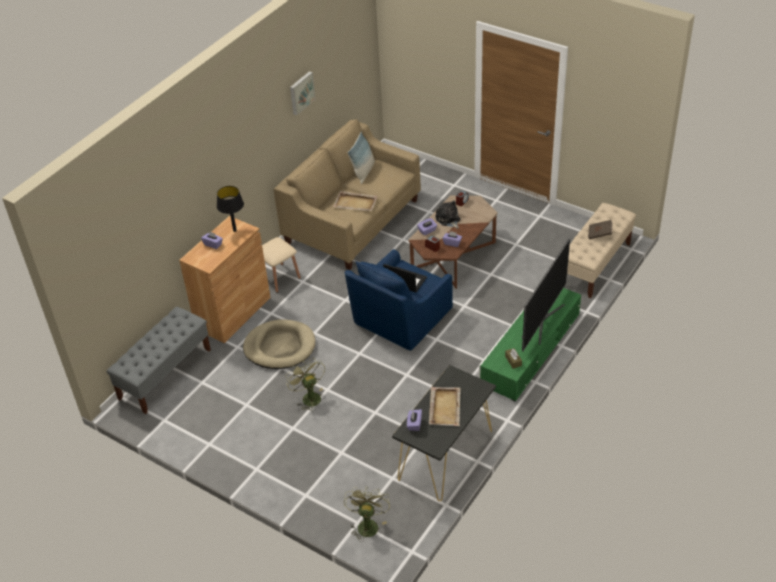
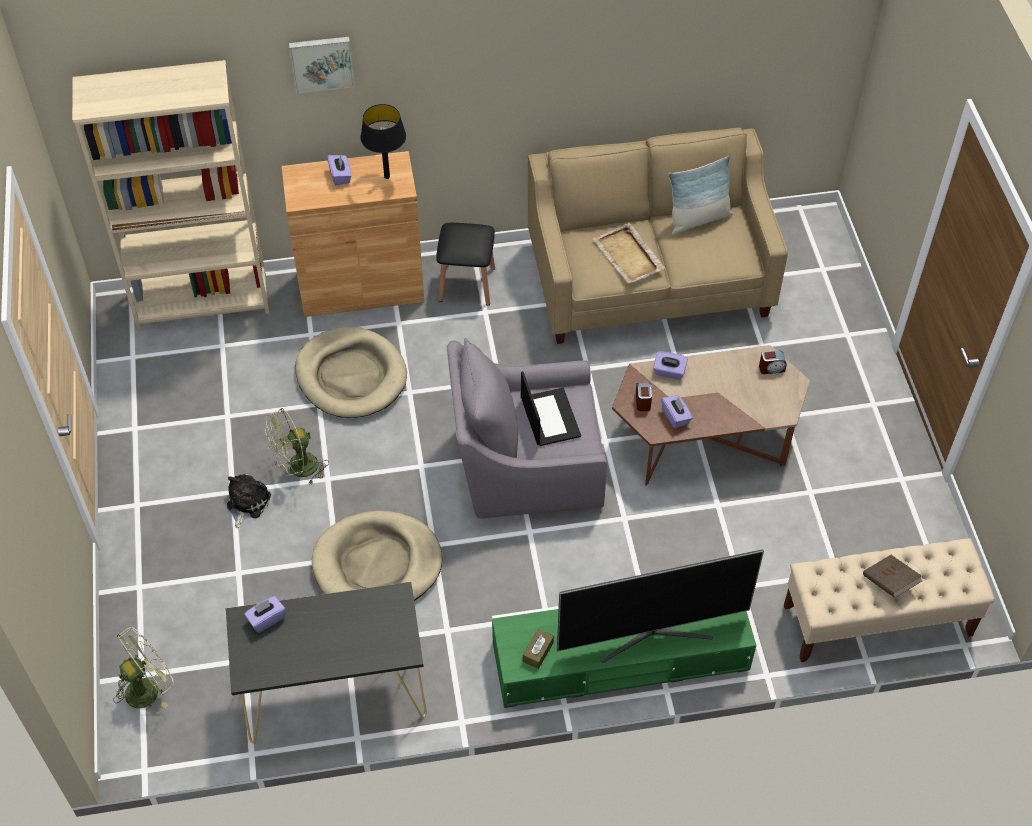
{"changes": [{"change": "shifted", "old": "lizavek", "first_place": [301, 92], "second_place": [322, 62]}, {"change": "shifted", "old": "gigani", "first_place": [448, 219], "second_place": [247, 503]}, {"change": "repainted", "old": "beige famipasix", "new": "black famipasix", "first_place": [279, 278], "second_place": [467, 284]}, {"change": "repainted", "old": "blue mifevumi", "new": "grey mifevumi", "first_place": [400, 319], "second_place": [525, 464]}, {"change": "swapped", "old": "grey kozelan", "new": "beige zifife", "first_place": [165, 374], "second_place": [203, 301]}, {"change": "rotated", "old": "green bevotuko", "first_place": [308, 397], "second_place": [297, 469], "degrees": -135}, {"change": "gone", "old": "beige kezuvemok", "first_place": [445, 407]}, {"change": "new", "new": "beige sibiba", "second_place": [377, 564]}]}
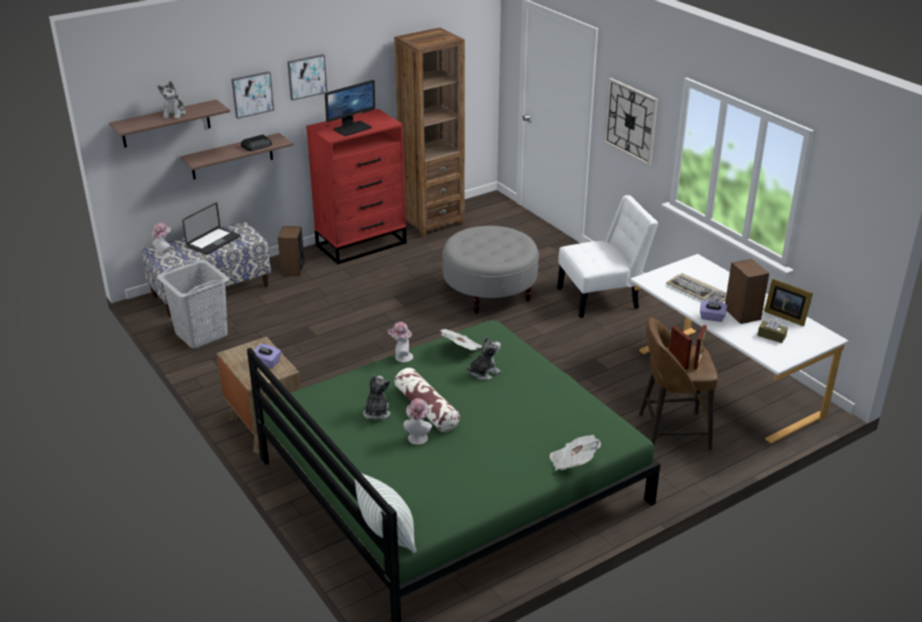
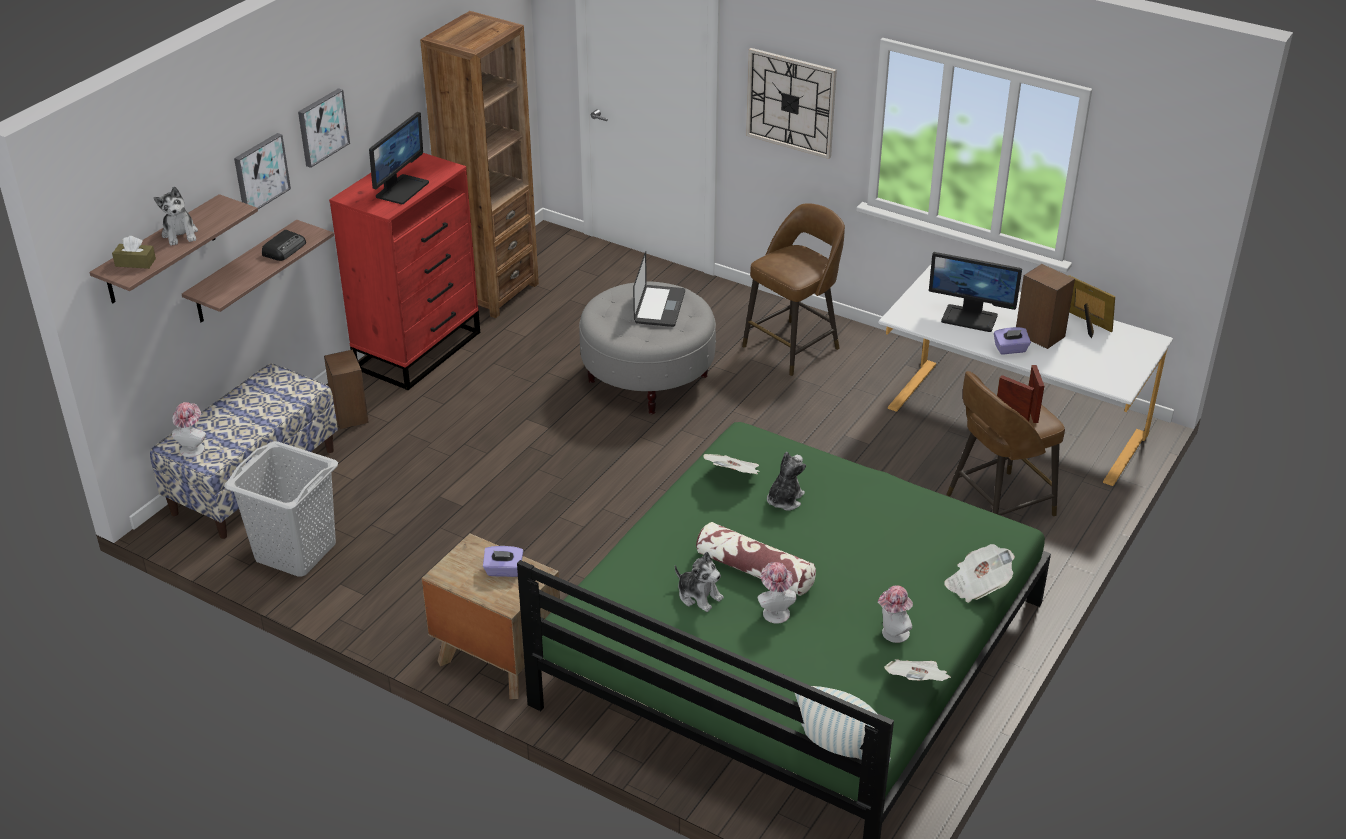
{"changes": [{"change": "swapped", "old": "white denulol", "new": "brown famipasix", "first_place": [602, 297], "second_place": [793, 346]}, {"change": "shifted", "old": "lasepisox", "first_place": [213, 242], "second_place": [659, 307]}, {"change": "swapped", "old": "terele", "new": "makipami", "first_place": [698, 291], "second_place": [970, 318]}, {"change": "rotated", "old": "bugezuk", "first_place": [784, 315], "second_place": [1086, 324], "degrees": -150}, {"change": "shifted", "old": "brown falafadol", "first_place": [771, 336], "second_place": [135, 262]}, {"change": "shifted", "old": "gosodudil", "first_place": [401, 357], "second_place": [892, 634]}, {"change": "rotated", "old": "gigani", "first_place": [376, 413], "second_place": [699, 596], "degrees": 150}, {"change": "new", "new": "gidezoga", "second_place": [916, 682]}]}
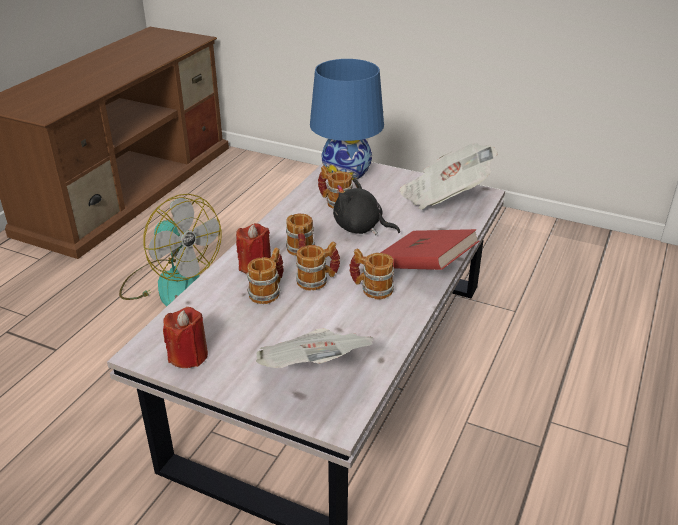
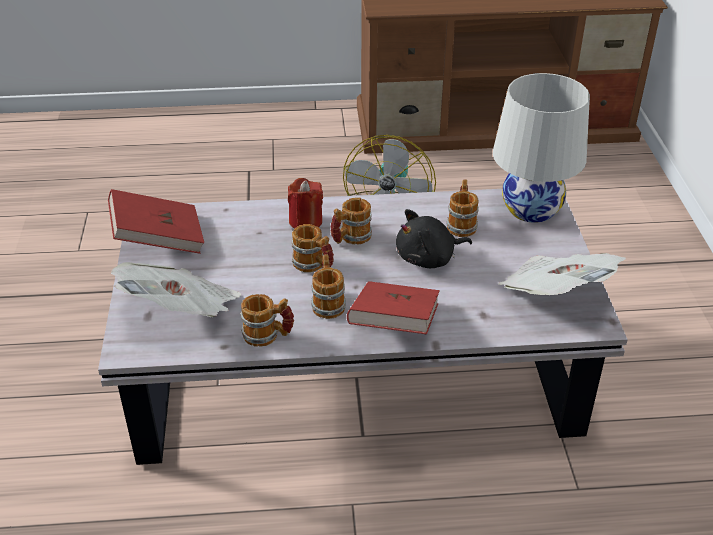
{"changes": [{"change": "repainted", "old": "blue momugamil", "new": "white momugamil", "first_place": [346, 171], "second_place": [532, 209]}, {"change": "rotated", "old": "black gigani", "first_place": [361, 228], "second_place": [428, 258], "degrees": -105}, {"change": "shifted", "old": "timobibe", "first_place": [268, 291], "second_place": [268, 335]}, {"change": "swapped", "old": "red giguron", "new": "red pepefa", "first_place": [188, 356], "second_place": [158, 239]}]}
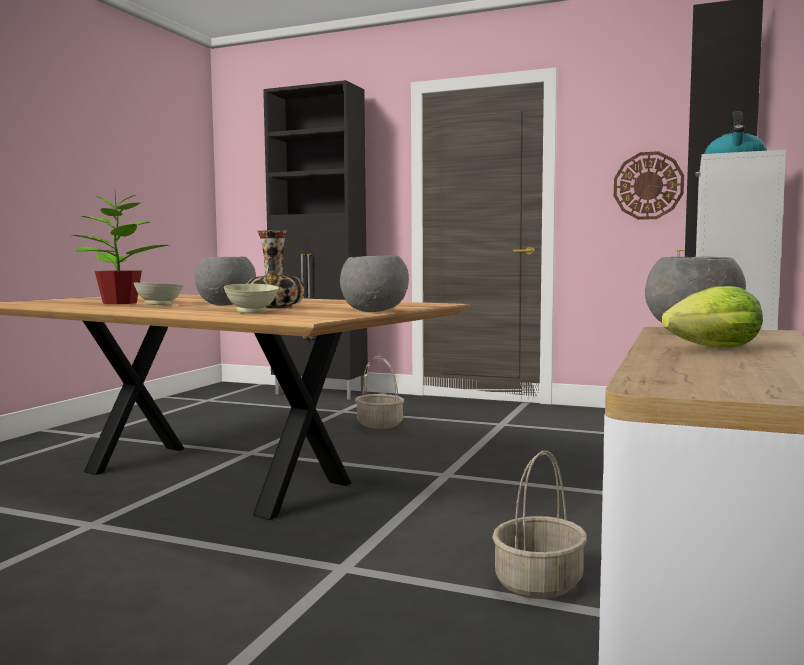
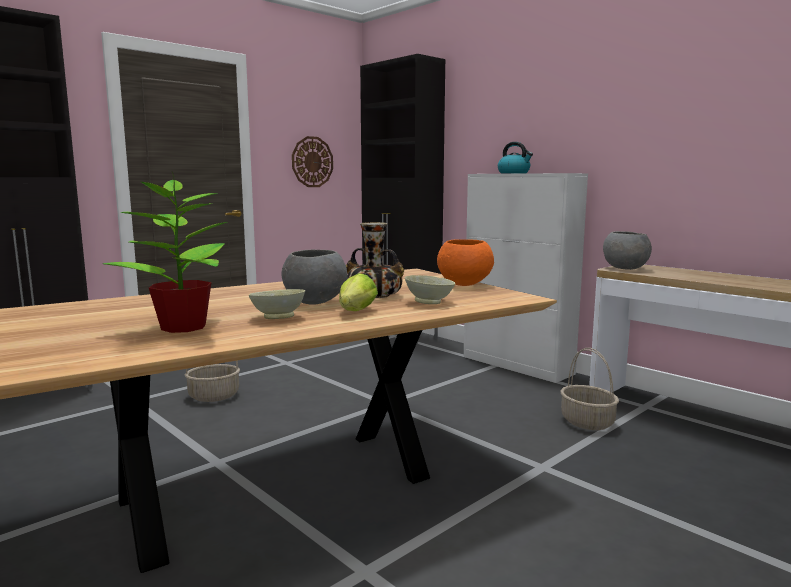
{"changes": [{"change": "repainted", "old": "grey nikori", "new": "orange nikori", "first_place": [375, 311], "second_place": [464, 284]}, {"change": "shifted", "old": "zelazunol", "first_place": [709, 349], "second_place": [355, 312]}]}
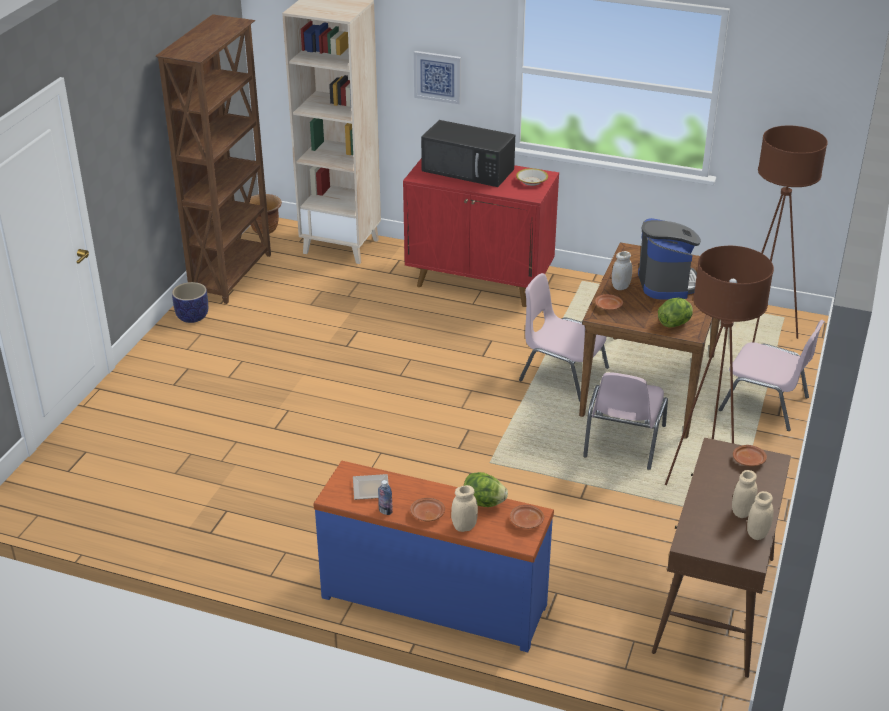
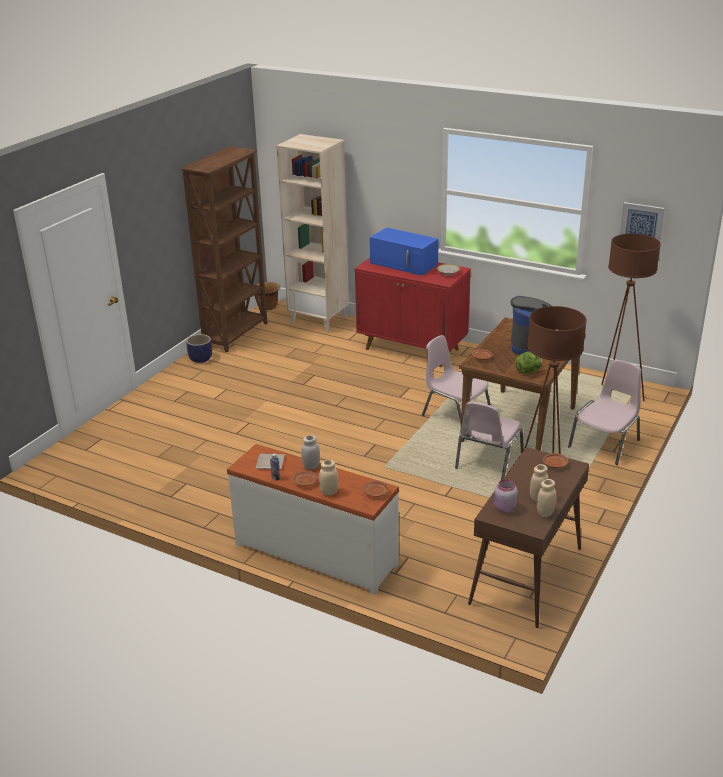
{"changes": [{"change": "shifted", "old": "lizavek", "first_place": [437, 76], "second_place": [641, 224]}, {"change": "repainted", "old": "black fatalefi", "new": "blue fatalefi", "first_place": [469, 170], "second_place": [405, 264]}, {"change": "shifted", "old": "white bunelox", "first_place": [620, 287], "second_place": [311, 466]}, {"change": "rotated", "old": "pink denulol", "first_place": [765, 404], "second_place": [605, 443], "degrees": -90}, {"change": "repainted", "old": "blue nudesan", "new": "white nudesan", "first_place": [434, 599], "second_place": [316, 553]}, {"change": "gone", "old": "zelazunol", "first_place": [483, 503]}, {"change": "new", "new": "pink bunelox", "second_place": [504, 508]}]}
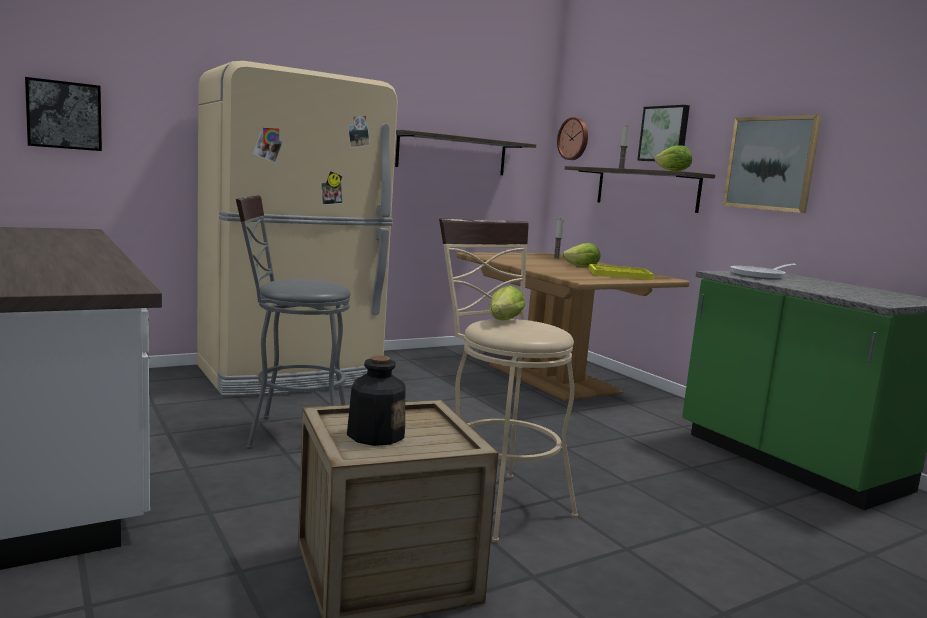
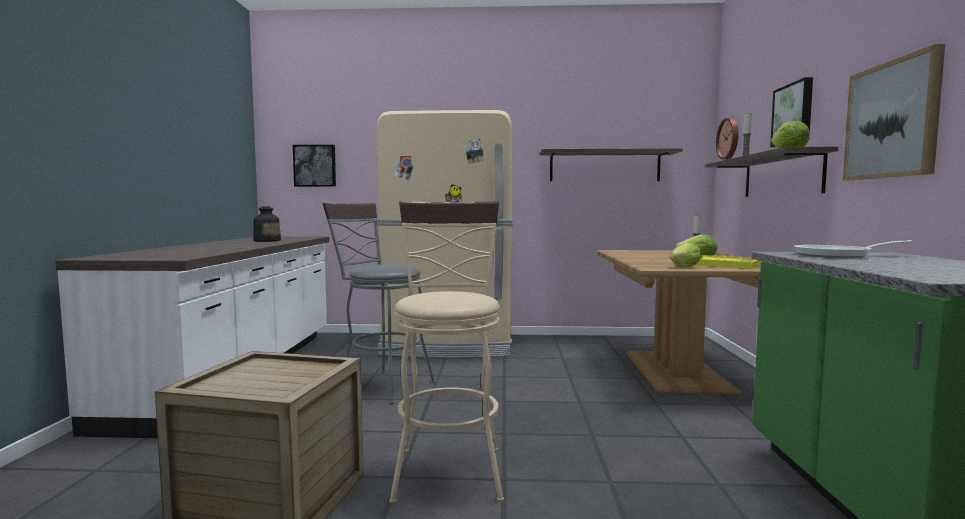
{"changes": [{"change": "shifted", "old": "zelazunol", "first_place": [503, 321], "second_place": [683, 267]}, {"change": "shifted", "old": "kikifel", "first_place": [375, 435], "second_place": [267, 241]}]}
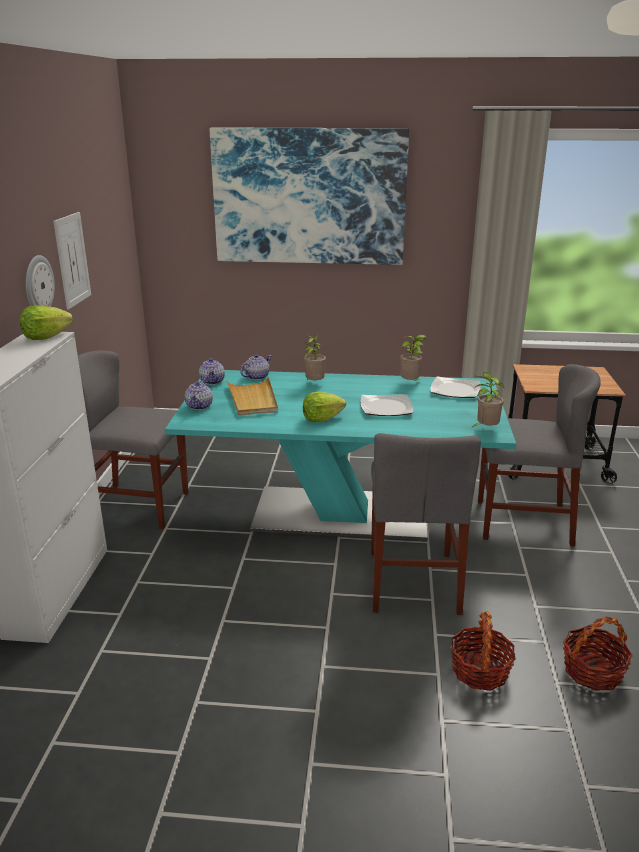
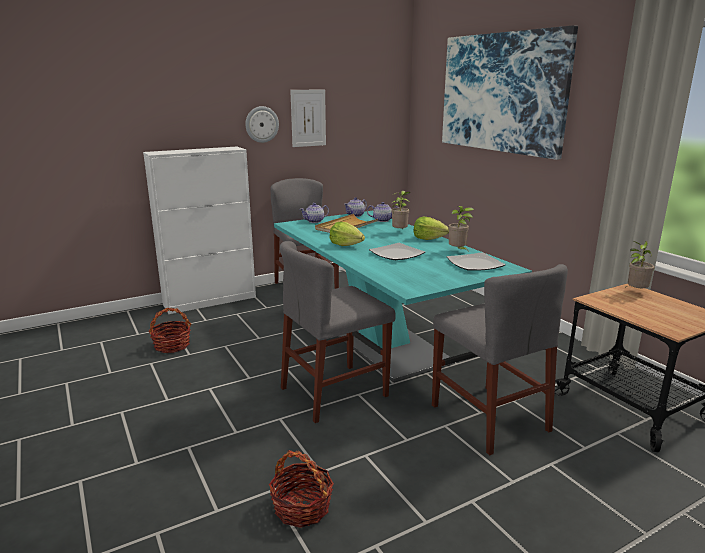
{"changes": [{"change": "shifted", "old": "zelazunol", "first_place": [46, 337], "second_place": [428, 238]}, {"change": "shifted", "old": "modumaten", "first_place": [485, 429], "second_place": [635, 292]}, {"change": "shifted", "old": "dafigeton", "first_place": [480, 671], "second_place": [172, 345]}]}
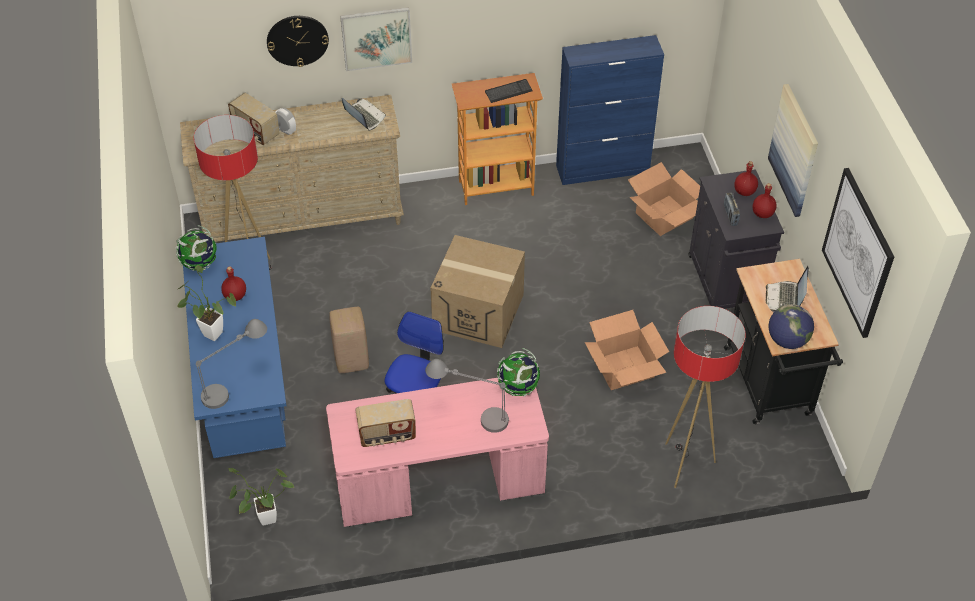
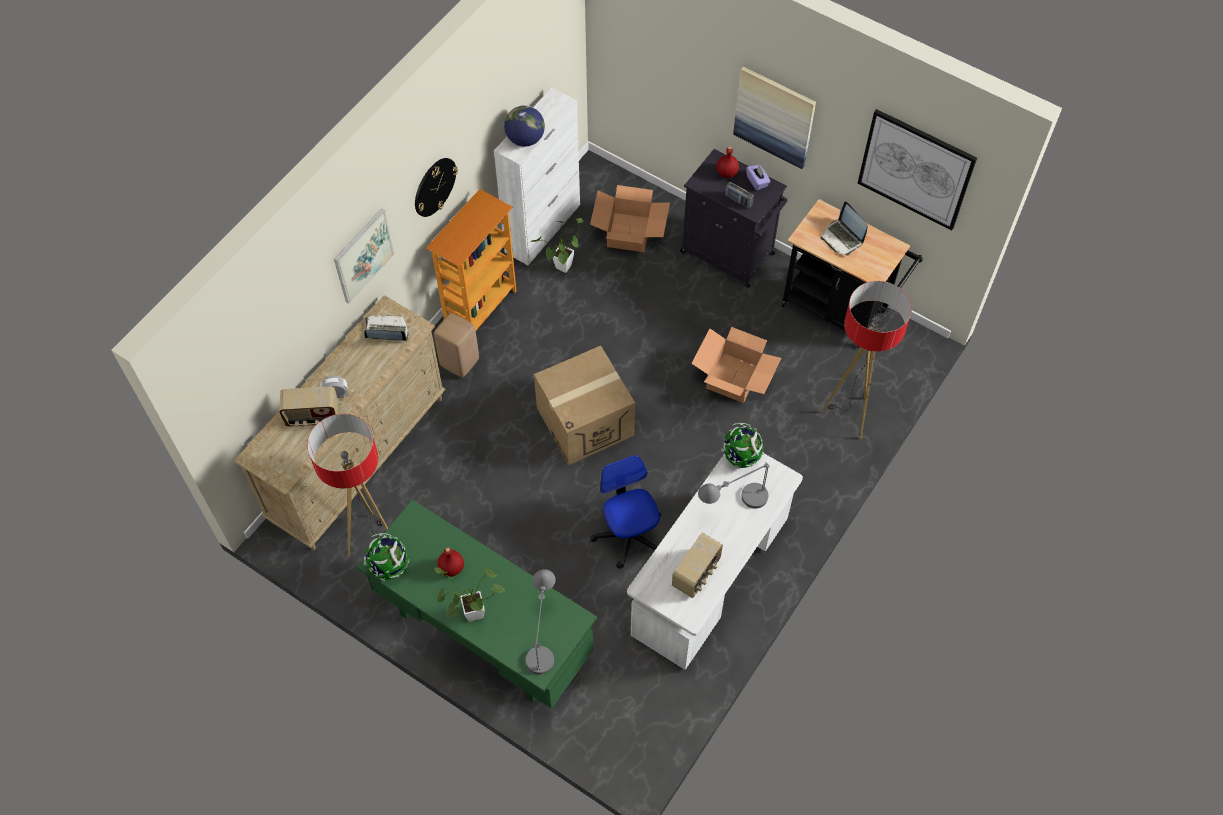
{"changes": [{"change": "shifted", "old": "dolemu", "first_place": [297, 40], "second_place": [434, 186]}, {"change": "repainted", "old": "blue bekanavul", "new": "white bekanavul", "first_place": [603, 169], "second_place": [543, 228]}, {"change": "gone", "old": "terele", "first_place": [508, 92]}, {"change": "swapped", "old": "red kikifel", "new": "purple falafadol", "first_place": [762, 213], "second_place": [757, 181]}, {"change": "repainted", "old": "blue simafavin", "new": "green simafavin", "first_place": [245, 387], "second_place": [483, 634]}, {"change": "shifted", "old": "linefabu", "first_place": [787, 340], "second_place": [525, 139]}, {"change": "shifted", "old": "beige famipasix", "first_place": [352, 361], "second_place": [460, 362]}, {"change": "repainted", "old": "pink simafavin", "new": "white simafavin", "first_place": [439, 484], "second_place": [710, 577]}, {"change": "shifted", "old": "modumaten", "first_place": [263, 519], "second_place": [561, 269]}]}
